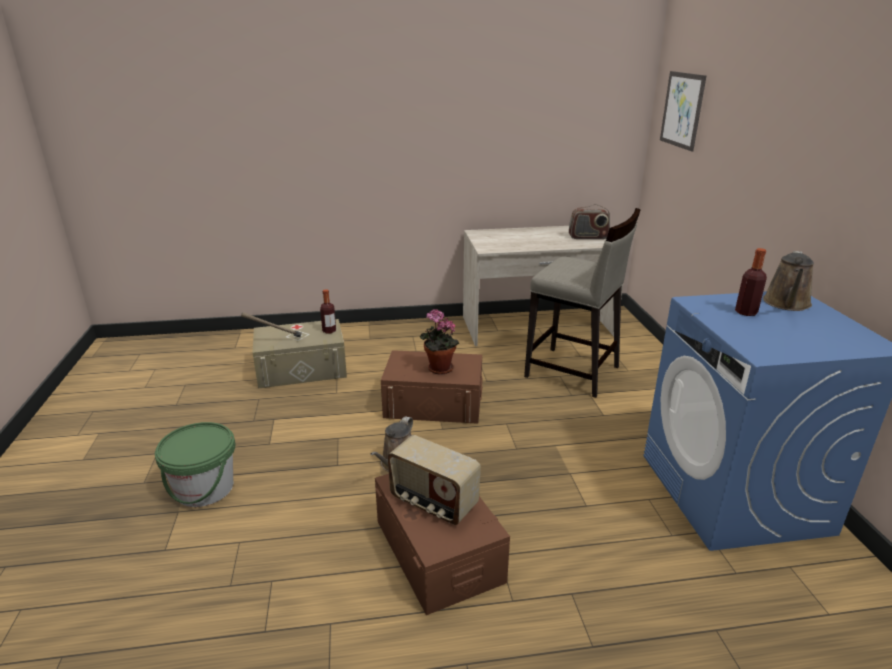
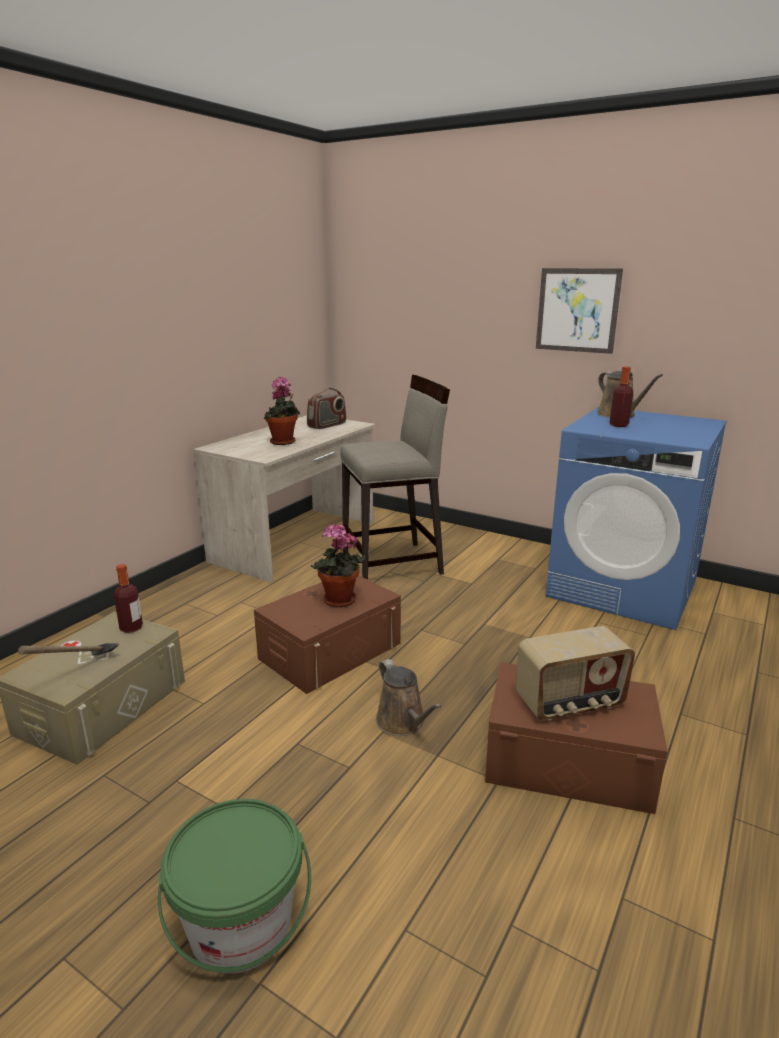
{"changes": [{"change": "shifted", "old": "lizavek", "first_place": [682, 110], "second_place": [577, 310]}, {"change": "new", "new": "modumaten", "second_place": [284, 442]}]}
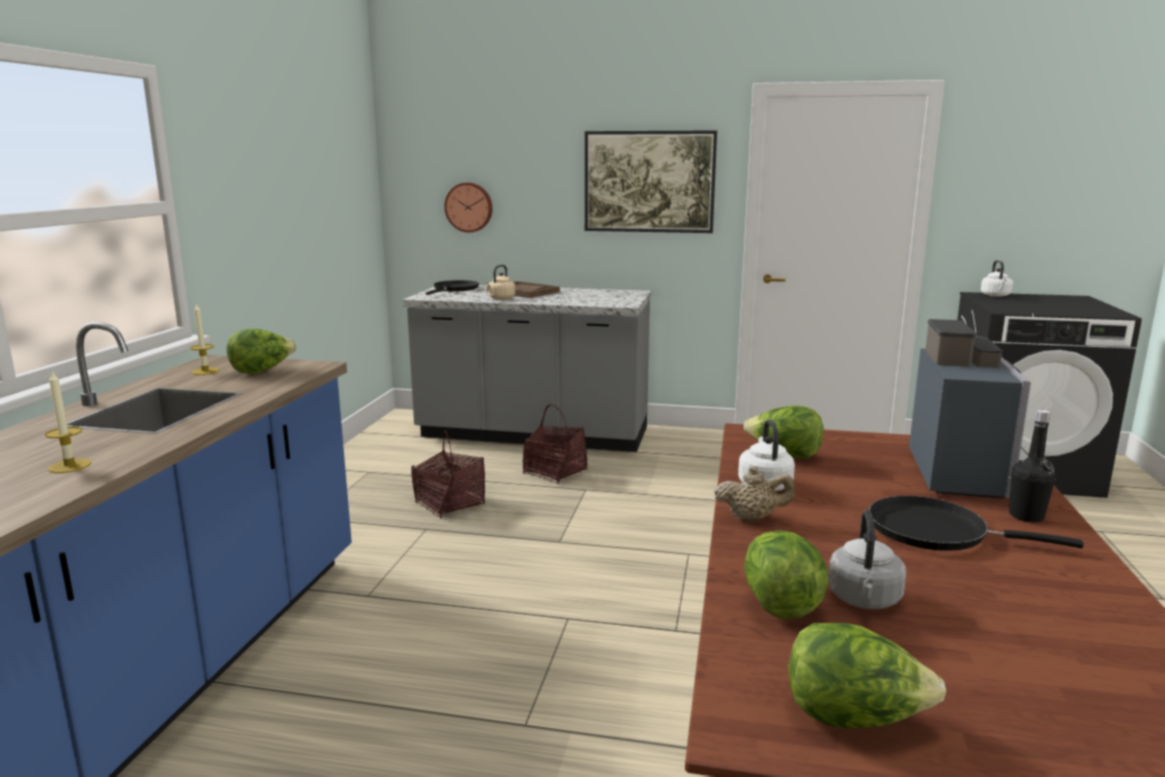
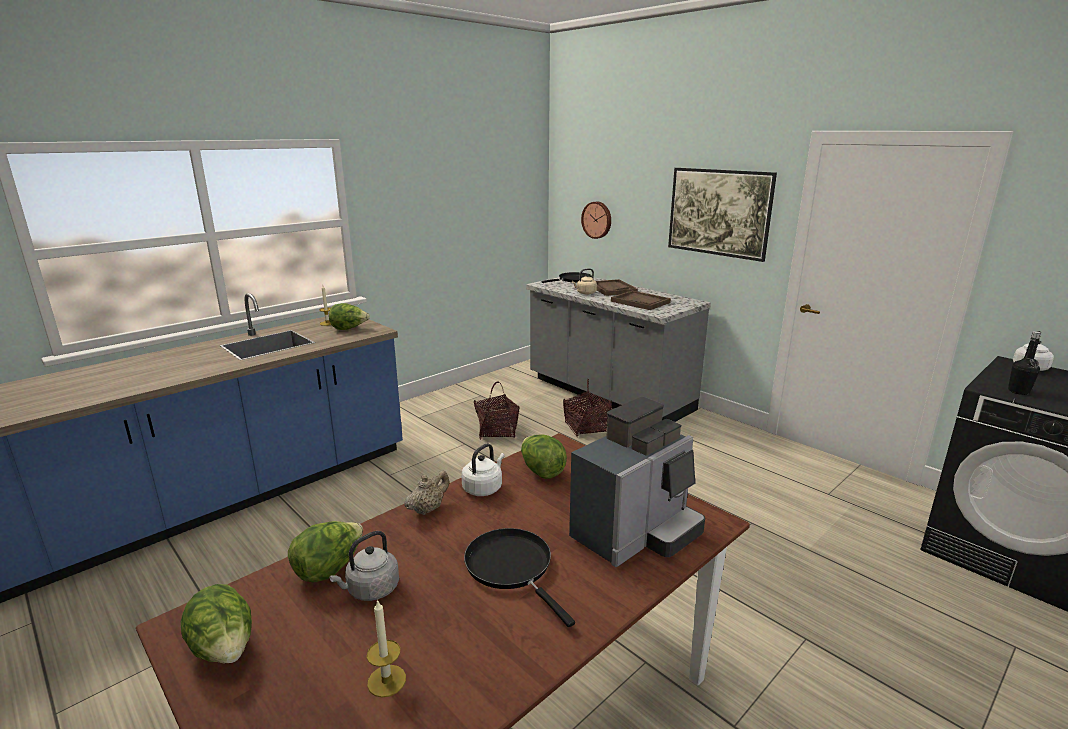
{"changes": [{"change": "shifted", "old": "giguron", "first_place": [70, 466], "second_place": [386, 681]}, {"change": "shifted", "old": "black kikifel", "first_place": [1026, 516], "second_place": [1018, 391]}, {"change": "rotated", "old": "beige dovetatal", "first_place": [752, 518], "second_place": [428, 509], "degrees": -90}, {"change": "new", "new": "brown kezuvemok", "second_place": [640, 302]}]}
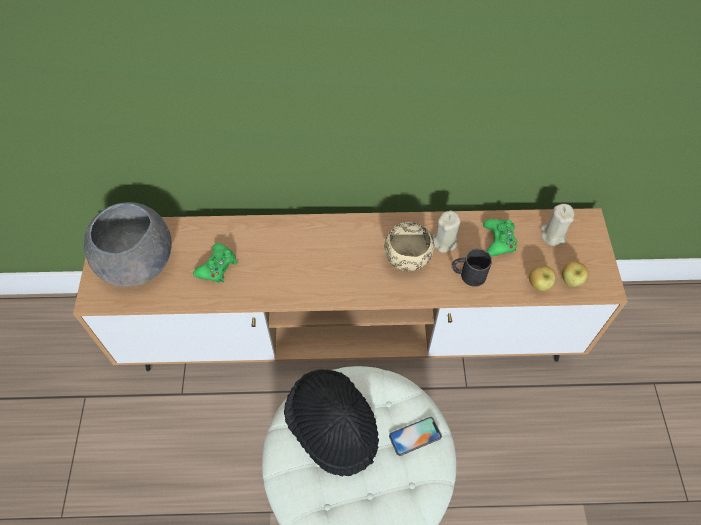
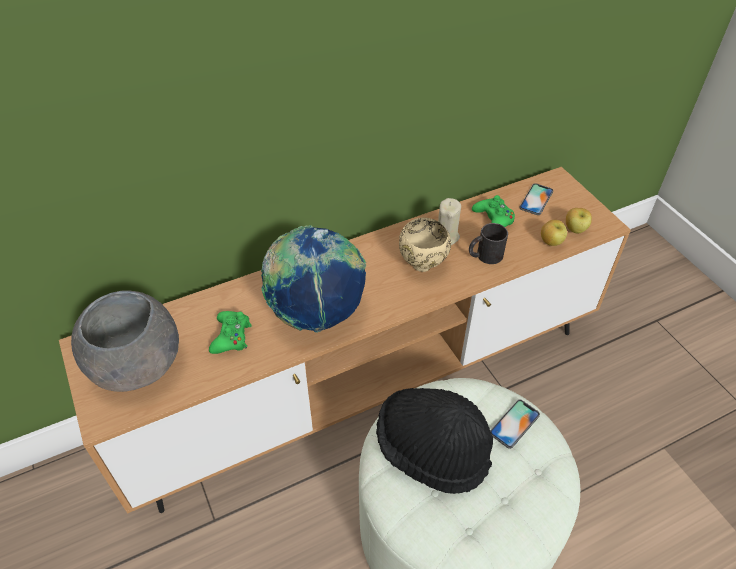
{"changes": [{"change": "swapped", "old": "beige giguron", "new": "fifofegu", "first_place": [552, 235], "second_place": [536, 199]}, {"change": "new", "new": "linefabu", "second_place": [317, 313]}]}
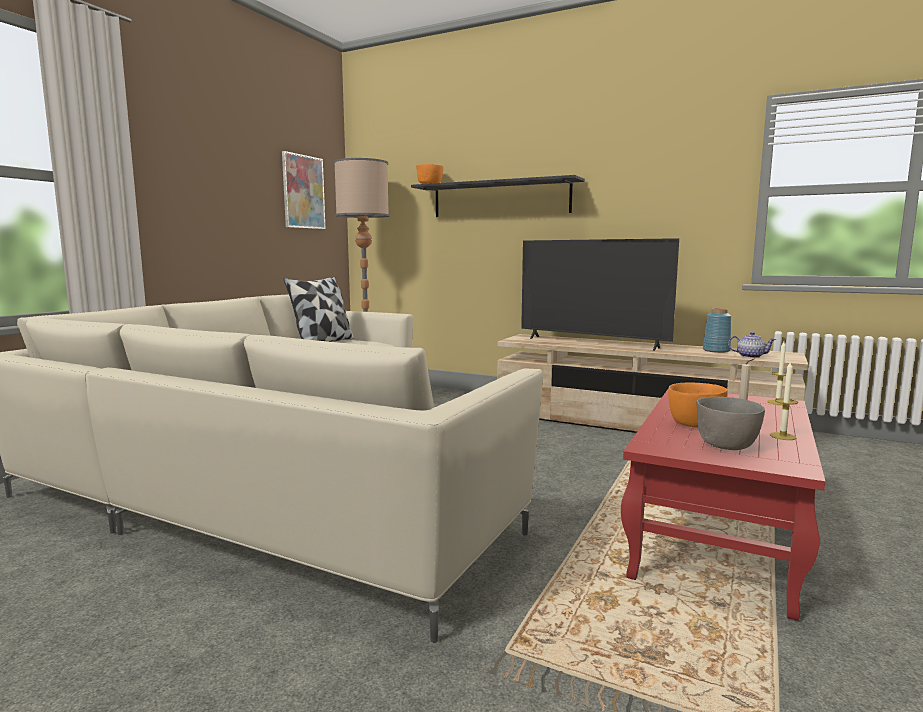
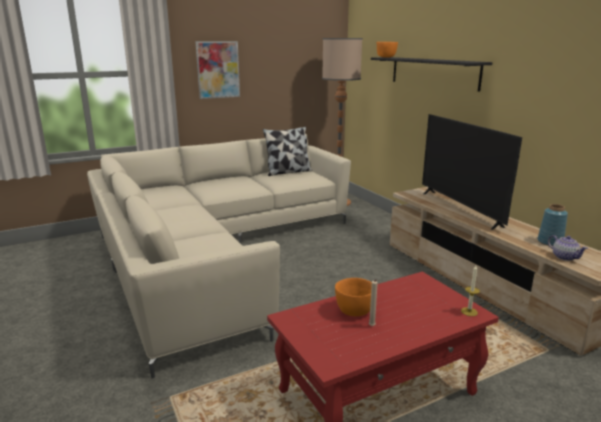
{"changes": [{"change": "shifted", "old": "lizavek", "first_place": [303, 192], "second_place": [218, 69]}, {"change": "gone", "old": "giguron", "first_place": [782, 436]}, {"change": "gone", "old": "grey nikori", "first_place": [727, 446]}]}
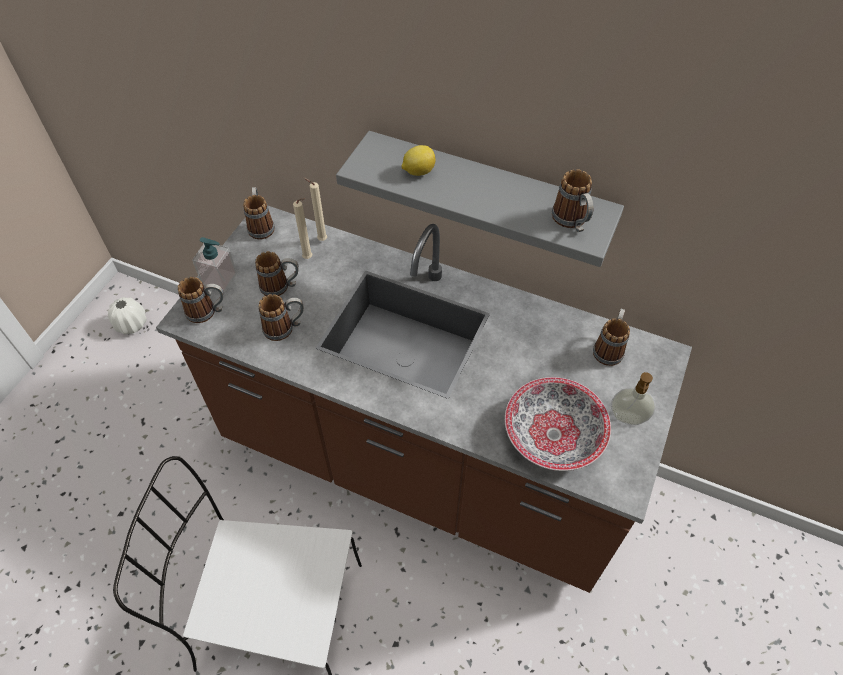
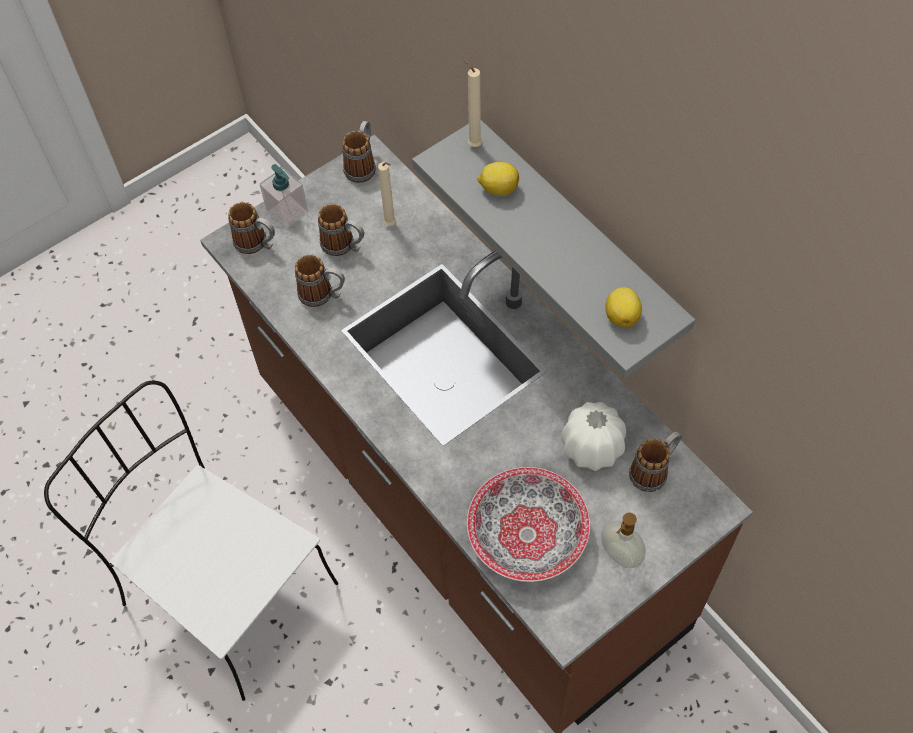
{"changes": [{"change": "swapped", "old": "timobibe", "new": "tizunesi", "first_place": [572, 222], "second_place": [622, 316]}, {"change": "shifted", "old": "beige giguron", "first_place": [321, 239], "second_place": [473, 144]}, {"change": "shifted", "old": "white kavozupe", "first_place": [131, 324], "second_place": [592, 448]}]}
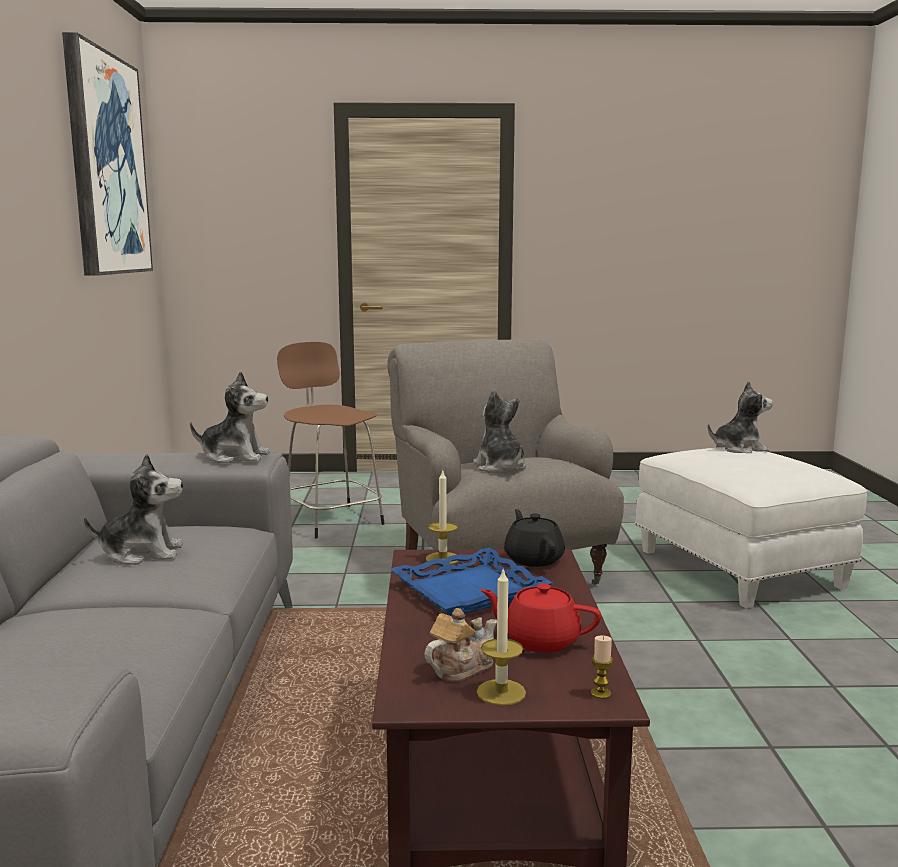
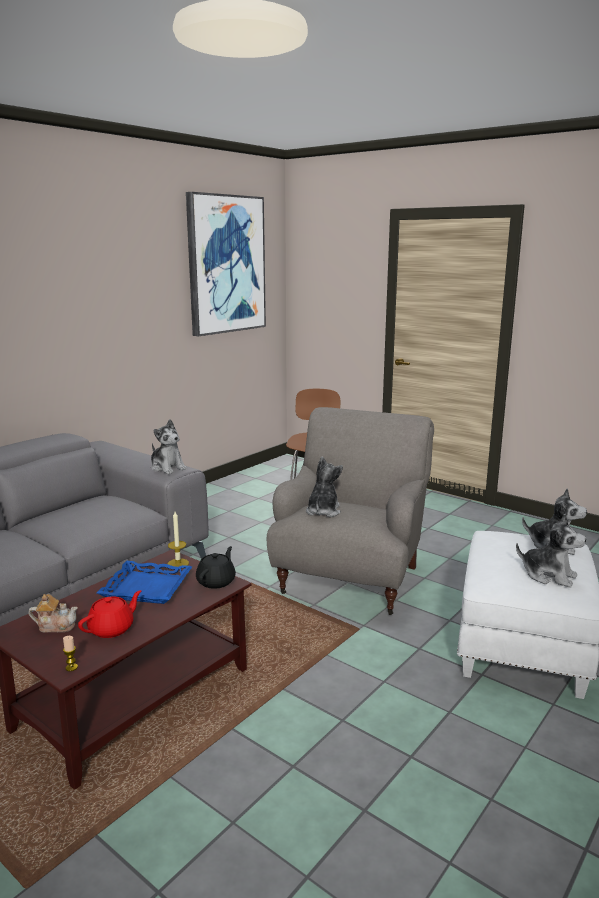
{"changes": [{"change": "shifted", "old": "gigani", "first_place": [142, 553], "second_place": [549, 575]}, {"change": "gone", "old": "giguron", "first_place": [501, 692]}, {"change": "rotated", "old": "red dovetatal", "first_place": [540, 640], "second_place": [112, 629], "degrees": 75}]}
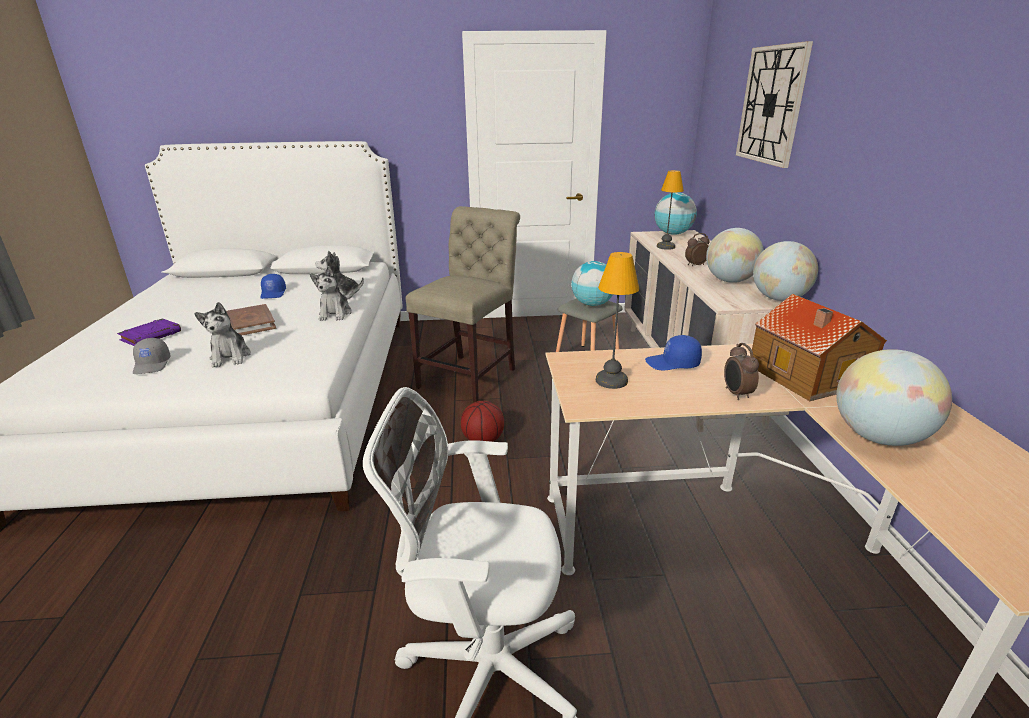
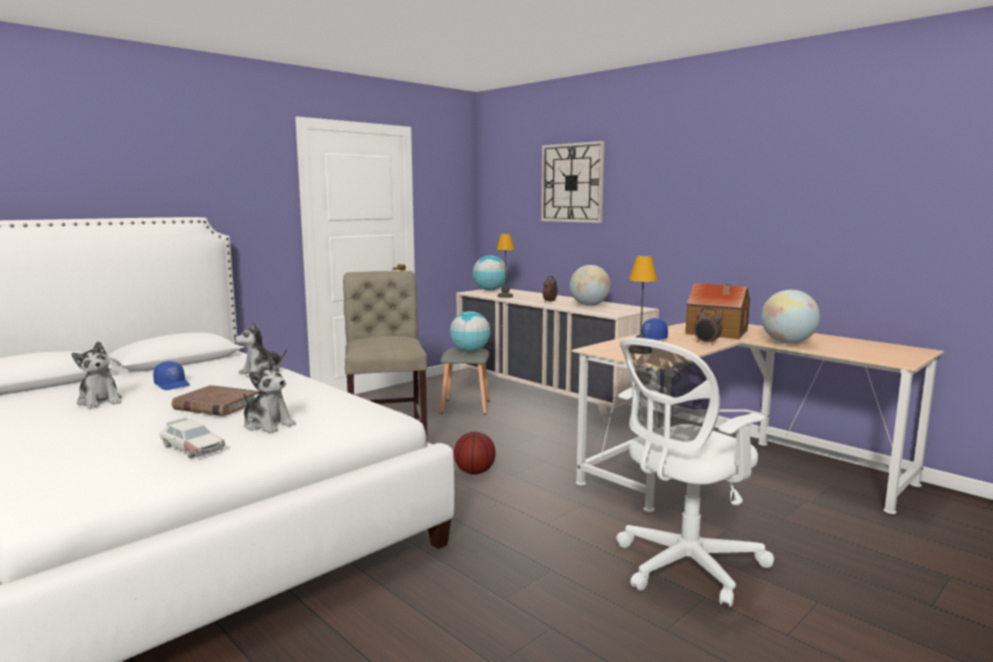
{"changes": [{"change": "gone", "old": "linefabu", "first_place": [779, 299]}, {"change": "shifted", "old": "gigani", "first_place": [335, 314], "second_place": [100, 401]}, {"change": "gone", "old": "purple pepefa", "first_place": [151, 336]}, {"change": "swapped", "old": "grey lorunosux", "new": "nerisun", "first_place": [152, 365], "second_place": [192, 448]}]}
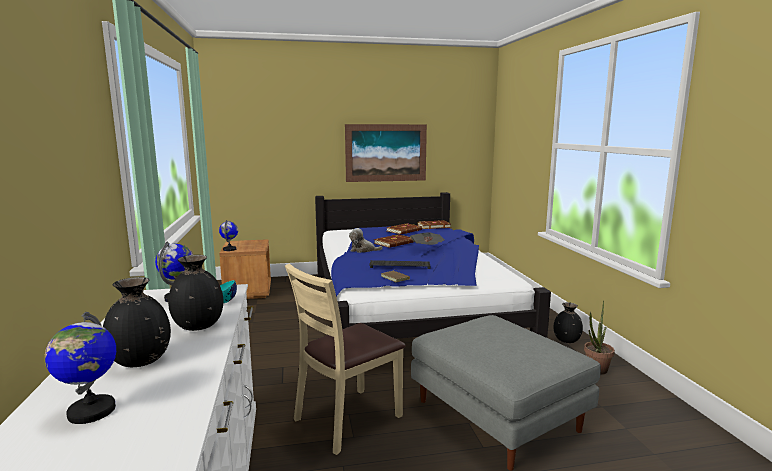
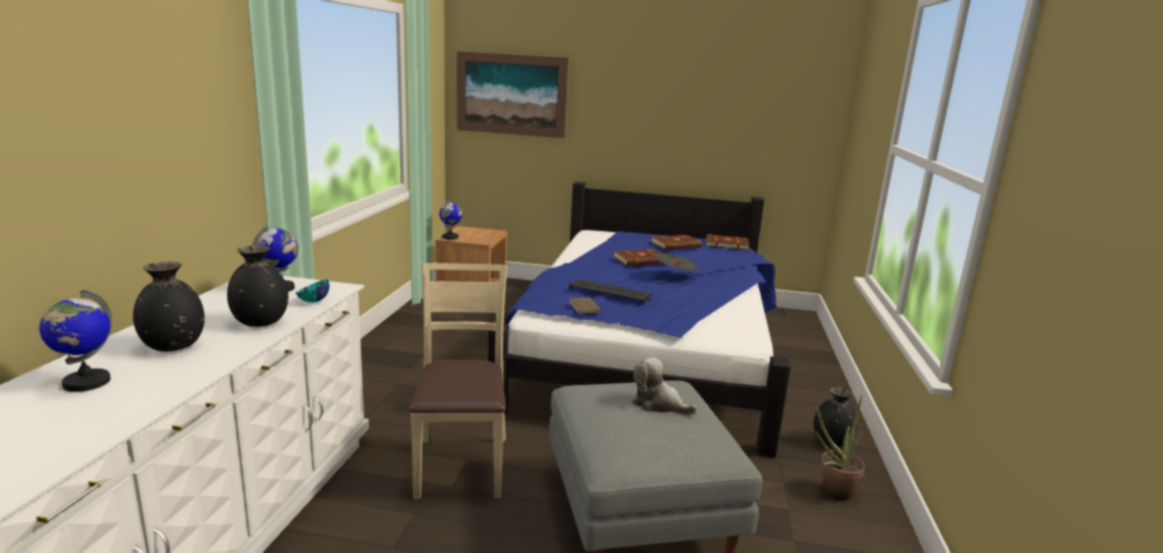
{"changes": [{"change": "shifted", "old": "lizavek", "first_place": [386, 153], "second_place": [511, 94]}, {"change": "shifted", "old": "gigani", "first_place": [363, 250], "second_place": [658, 404]}, {"change": "rotated", "old": "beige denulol", "first_place": [347, 419], "second_place": [461, 465], "degrees": 105}]}
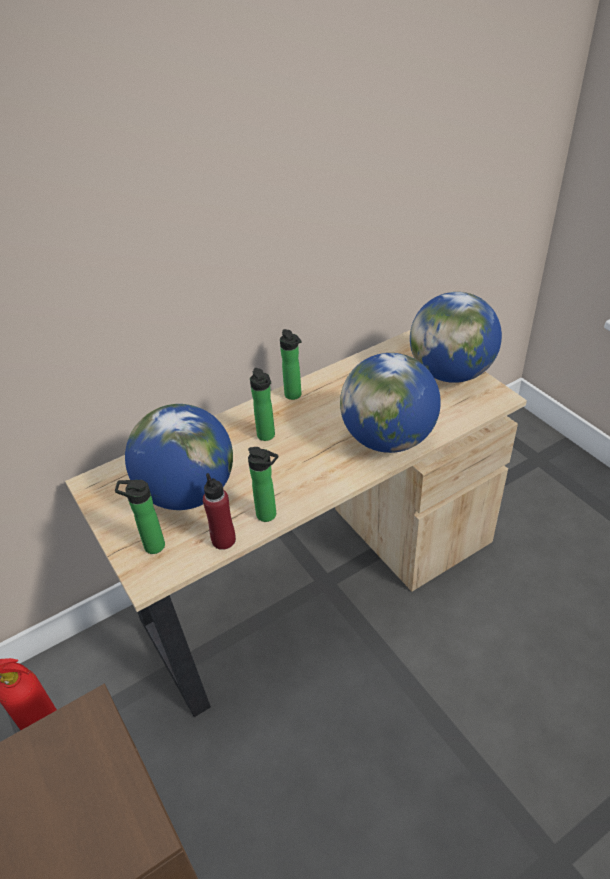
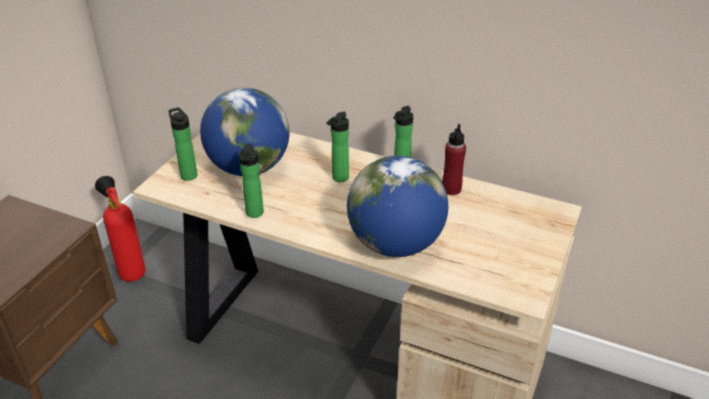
{"changes": [{"change": "gone", "old": "linefabu", "first_place": [450, 373]}, {"change": "shifted", "old": "red kikifel", "first_place": [223, 540], "second_place": [451, 189]}]}
